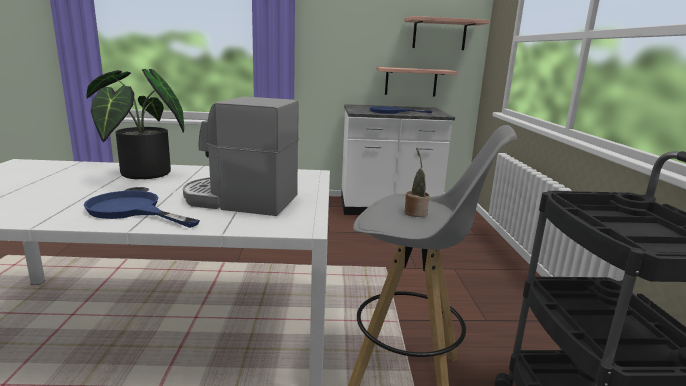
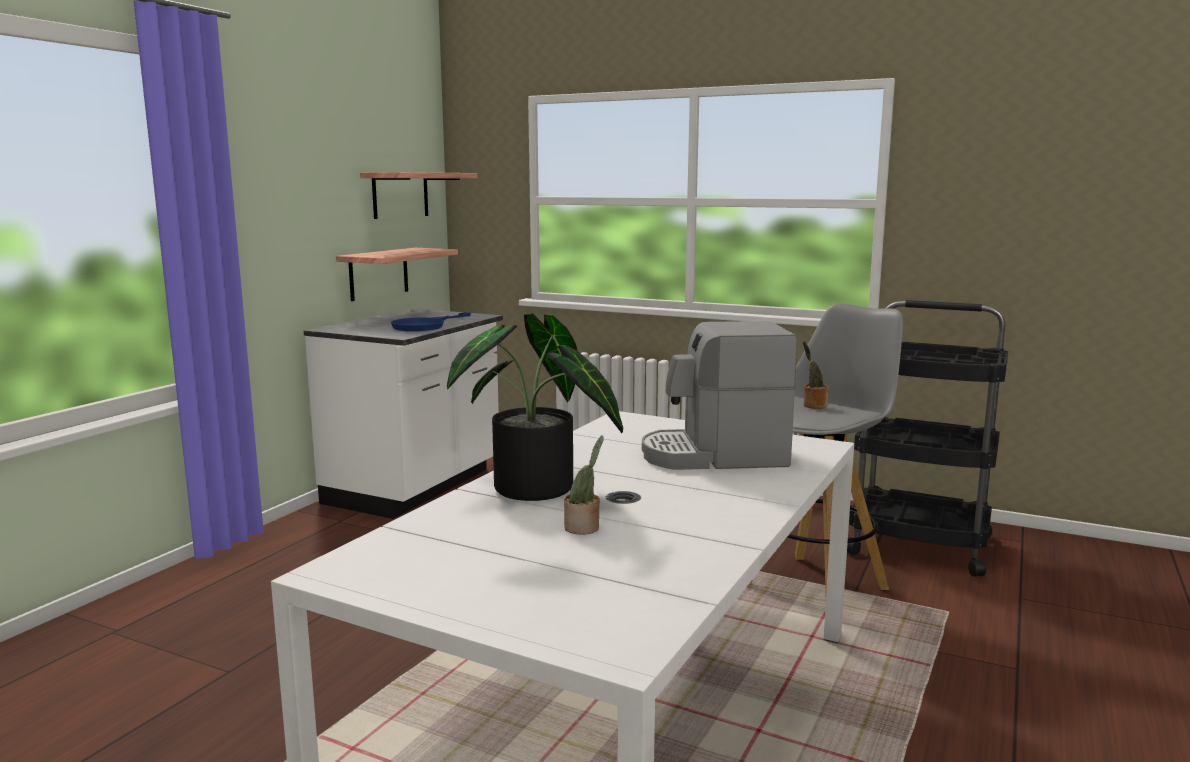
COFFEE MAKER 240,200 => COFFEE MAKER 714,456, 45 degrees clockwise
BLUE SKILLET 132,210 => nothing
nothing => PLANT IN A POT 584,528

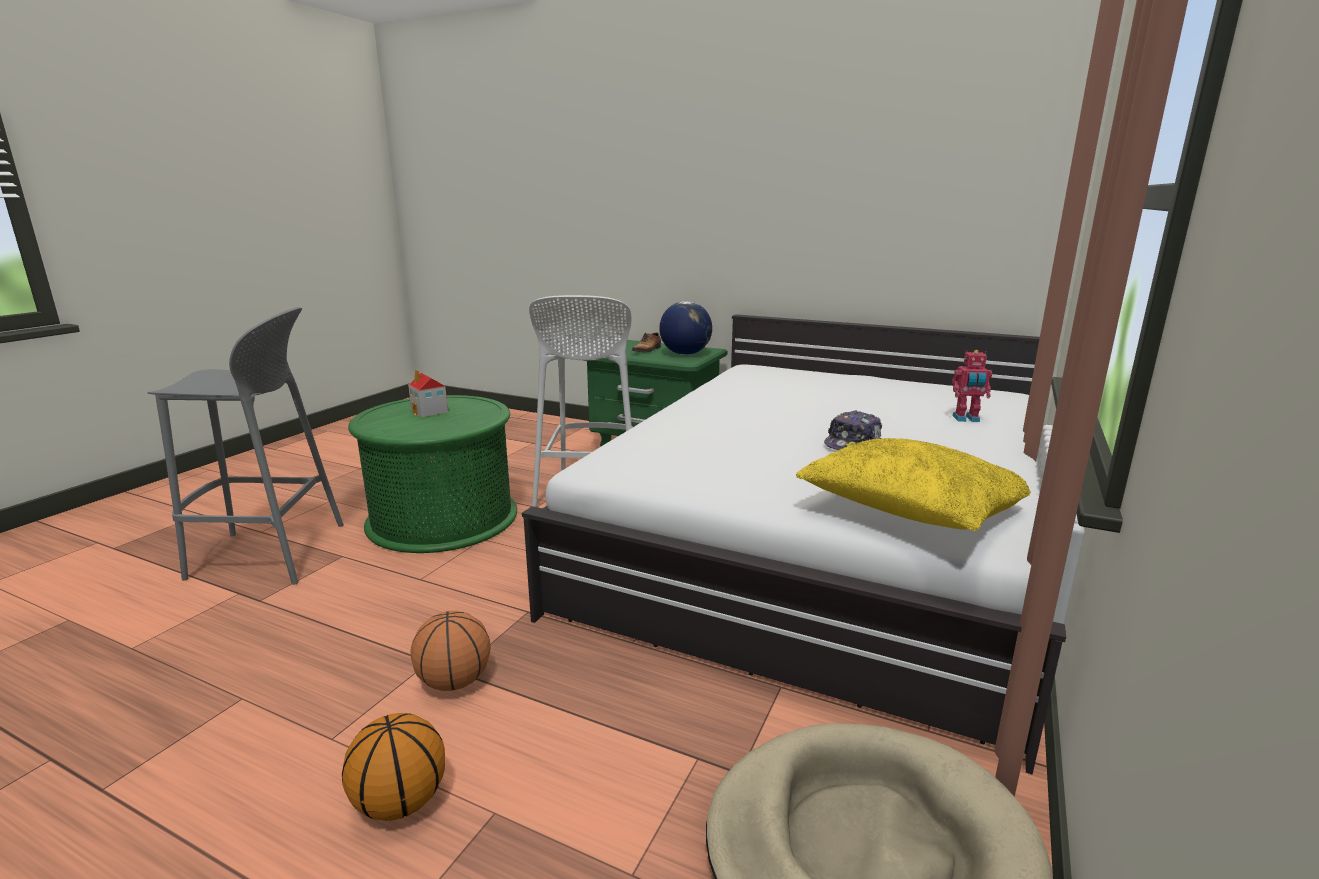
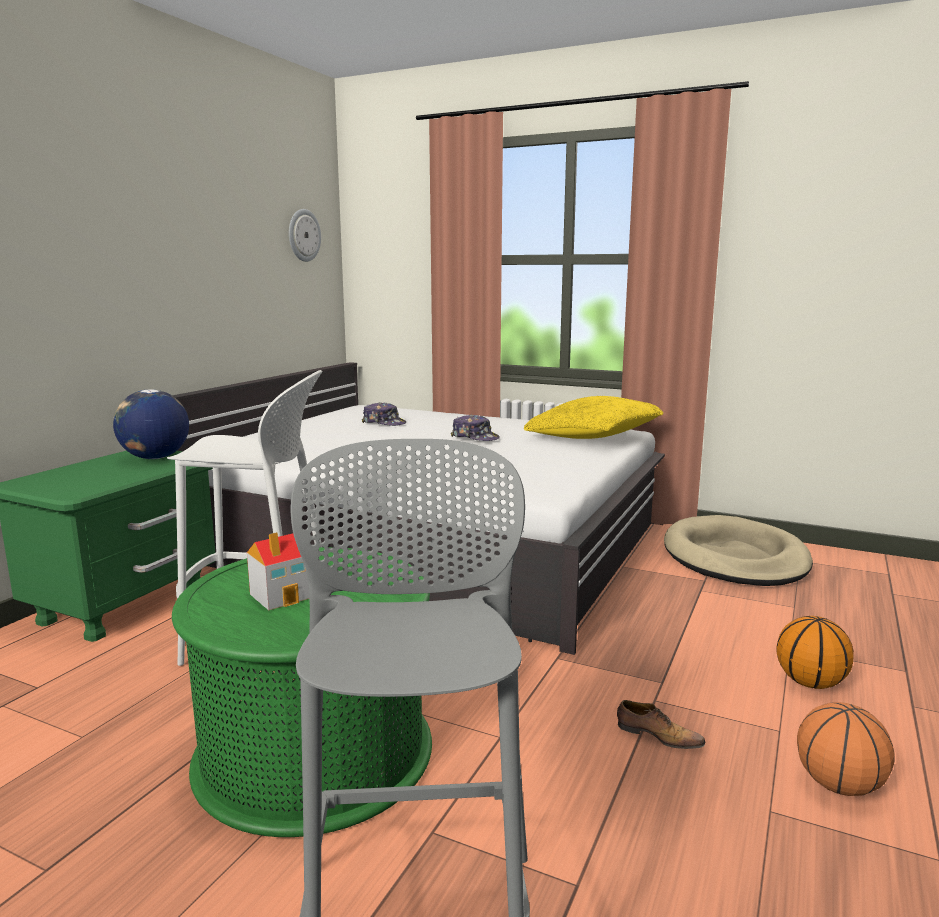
ITEM OF FOOTWEAR 647,350 => ITEM OF FOOTWEAR 657,736, move
MODEL ROBOT 966,419 => nothing
BASKETBALL BALL 454,682 => BASKETBALL BALL 838,785, move
nothing => CLOCK ON THE WALL 303,235
nothing => CAP 384,423

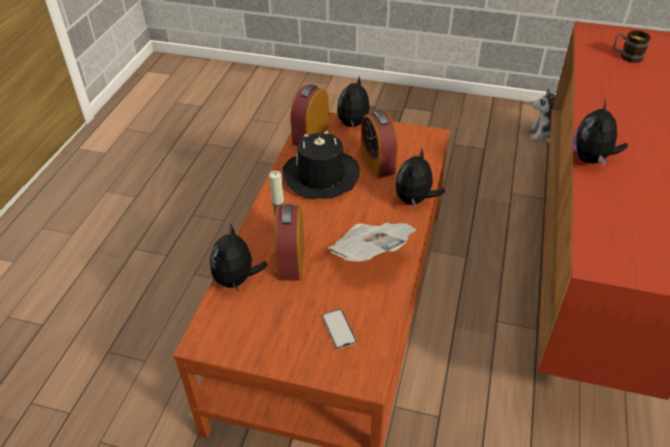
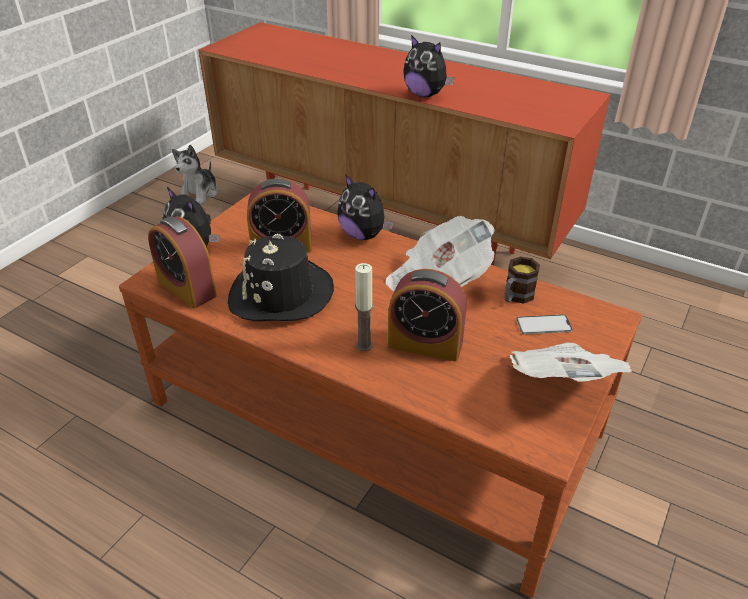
MUG 626,56 => MUG 516,297, move
SOFT TOY 237,280 => nothing
nothing => NEWSPAPER 562,383

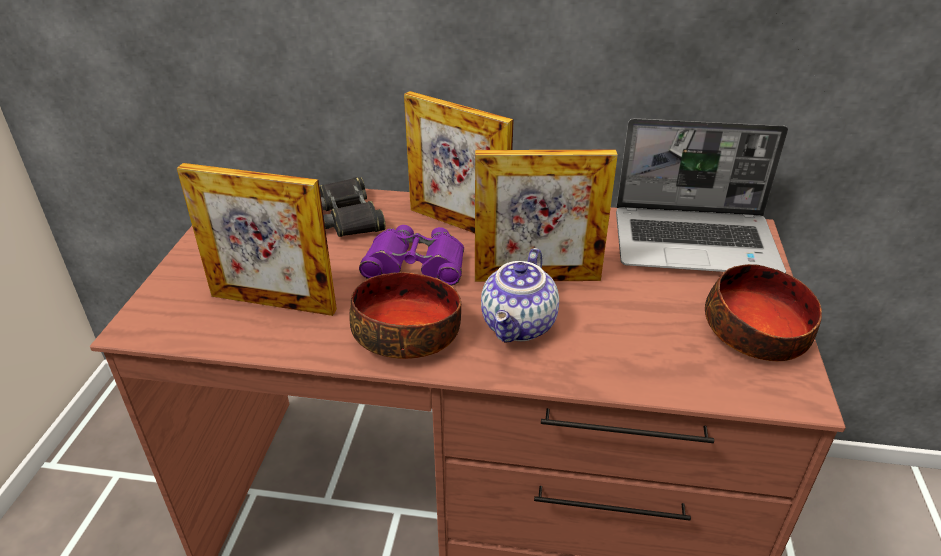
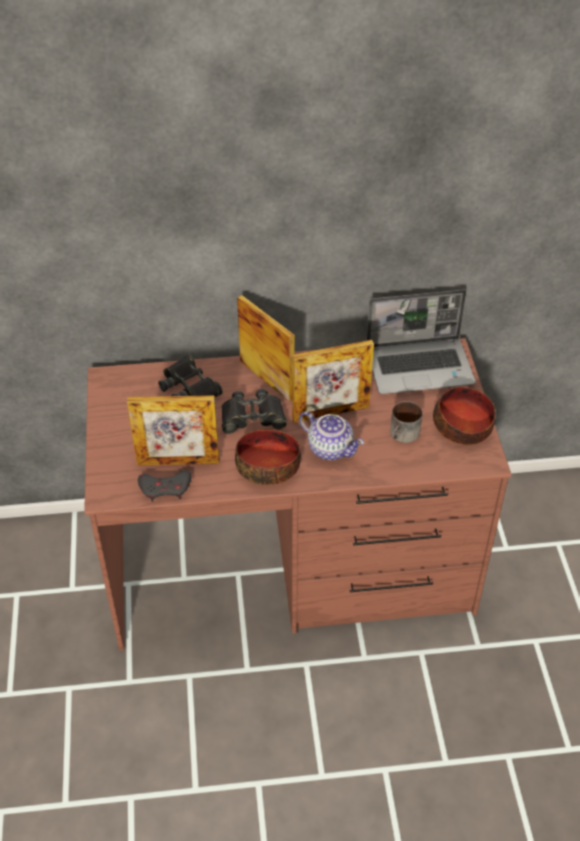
PHOTO FRAME 458,224 => PHOTO FRAME 266,379, 150 degrees counterclockwise
PURPLE BINOCULARS 415,264 => BLACKISH BINOCULARS 252,417
POT FOR TEA 520,326 => POT FOR TEA 331,448, 60 degrees counterclockwise
nothing => MUG 403,435
nothing => GREY JOYPAD 165,488

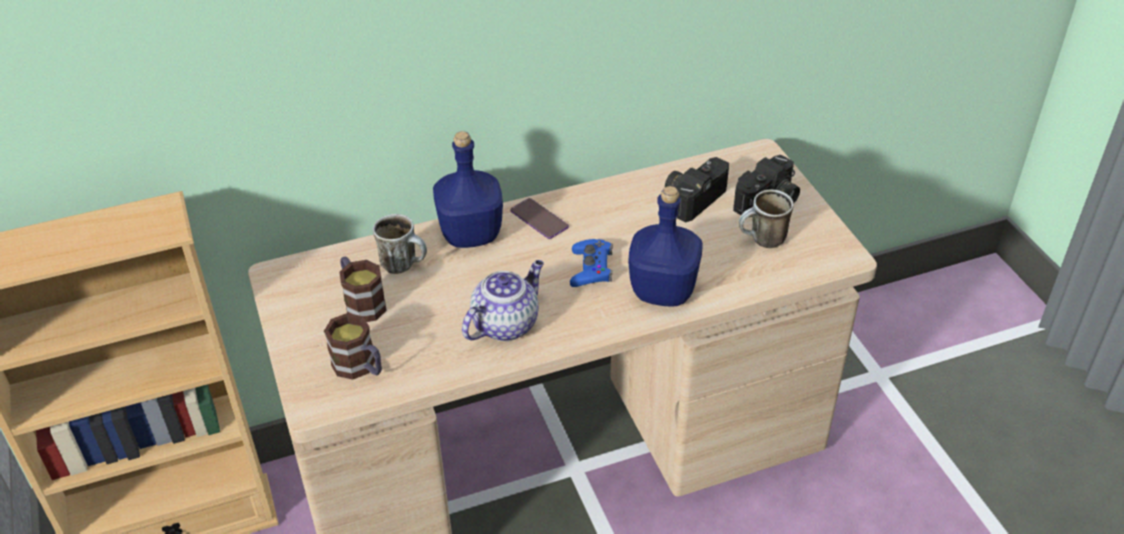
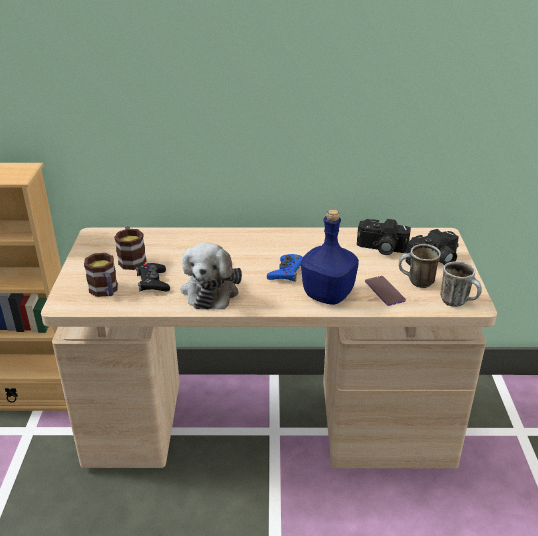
BLUE DRINK BOTTLE 470,233 => nothing
PHOTO CAMERA 693,197 => PHOTO CAMERA 381,249, 135 degrees counterclockwise
PHONE 539,219 => PHONE 384,291, move
MUG 404,265 => MUG 458,302, move
POT FOR TEA 506,323 => SOFT TOY 211,289
nothing => BLACKISH JOYPAD 153,282

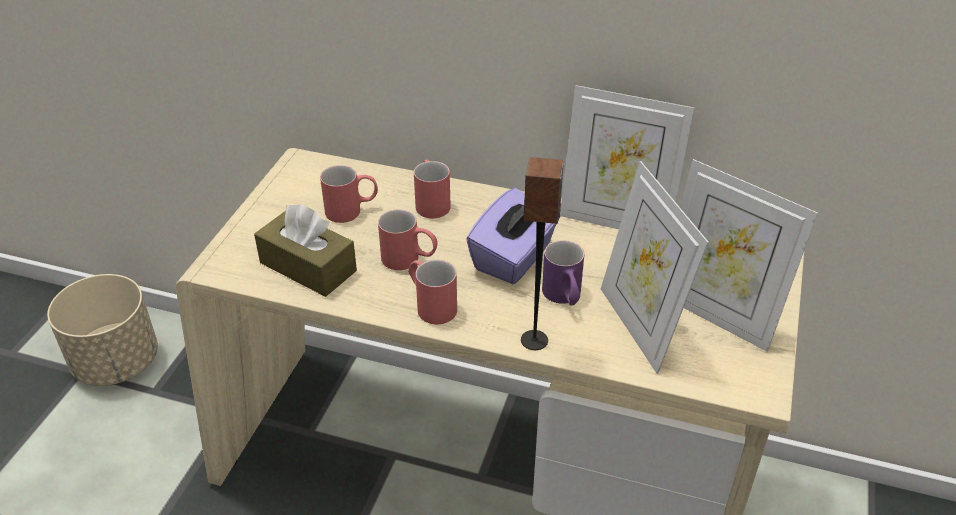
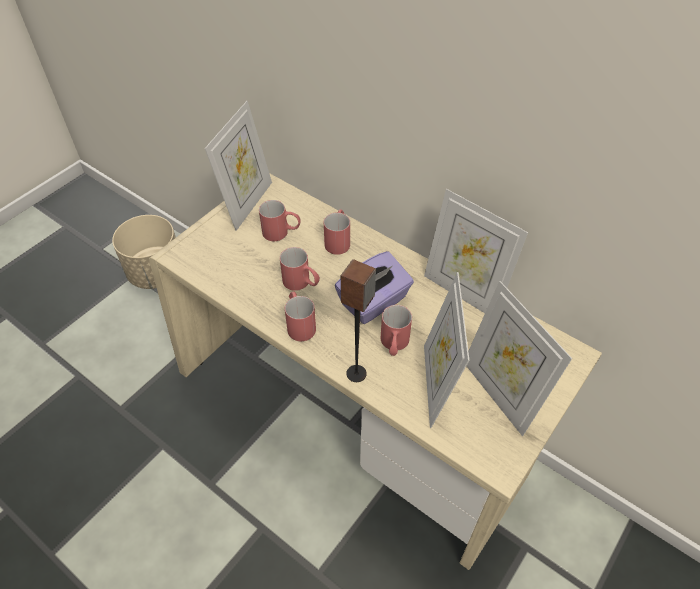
BROWN TISSUE HOLDER 308,267 => nothing
PURPLE MUG 564,297 => REDDISH MUG 394,345
nothing => PHOTO FRAME 247,203

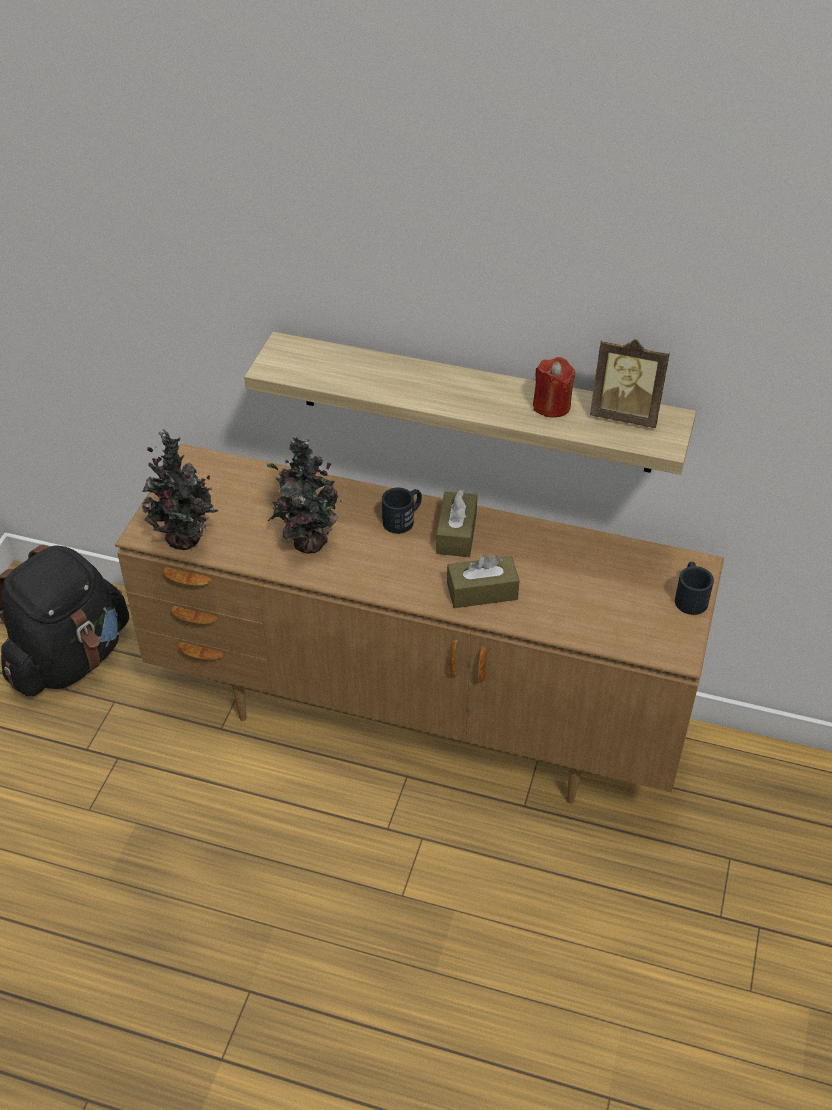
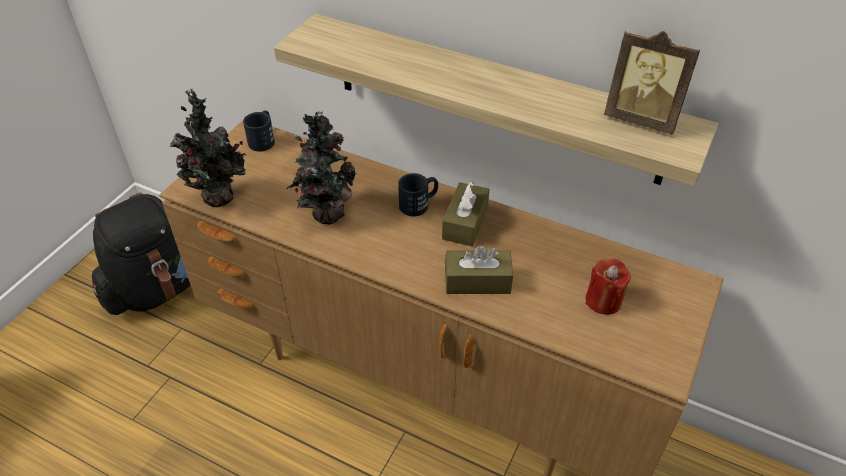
REDDISH WAX LIGHT 551,406 => REDDISH WAX LIGHT 603,300, move
BLACKISH MUG 690,596 => BLACKISH MUG 263,139, move

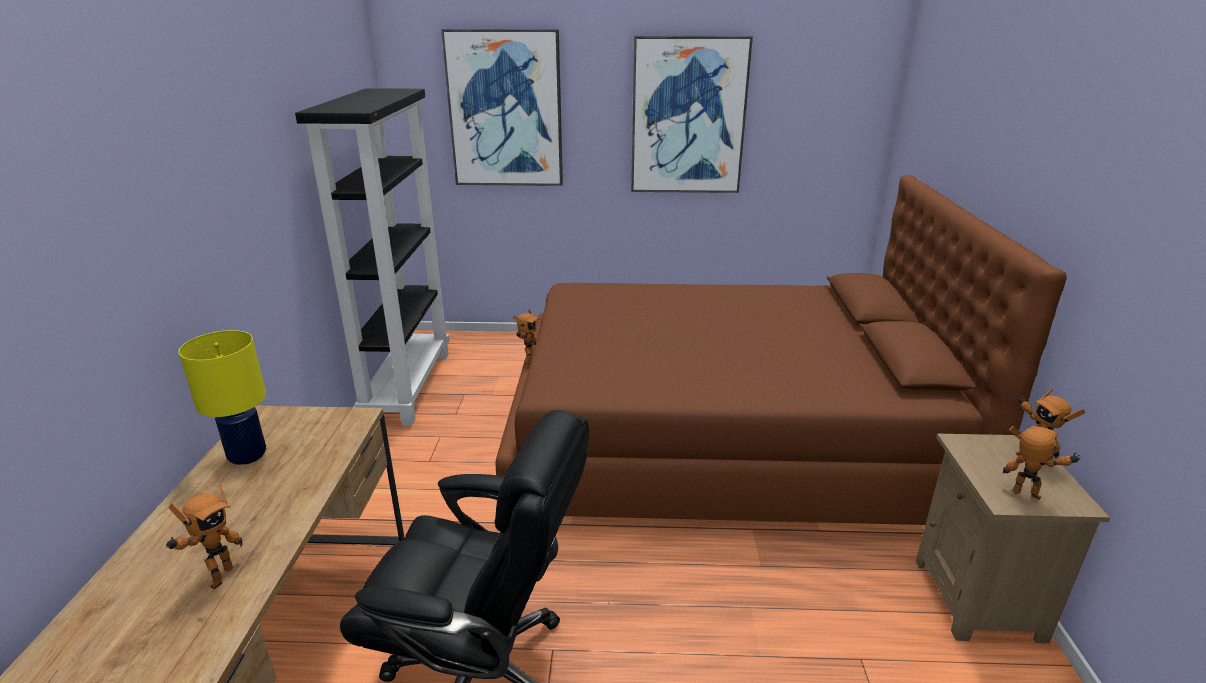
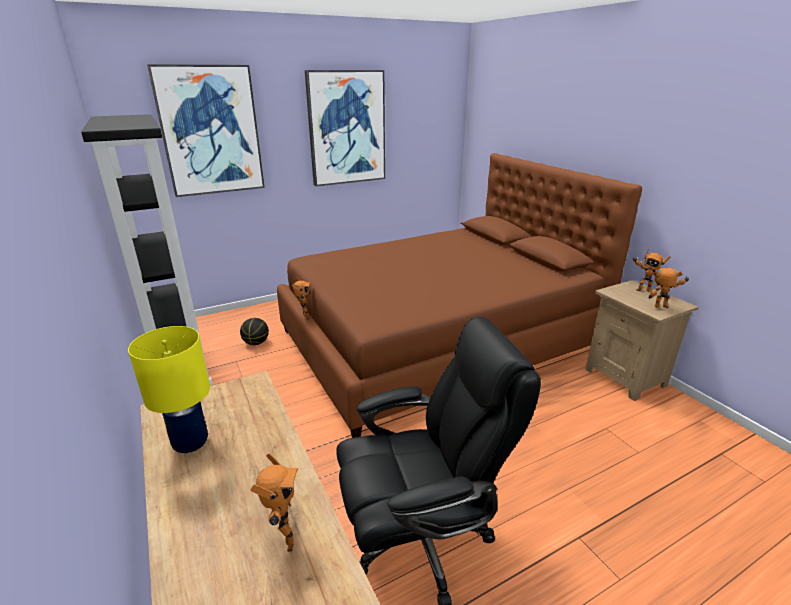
nothing => BASKETBALL BALL 256,343

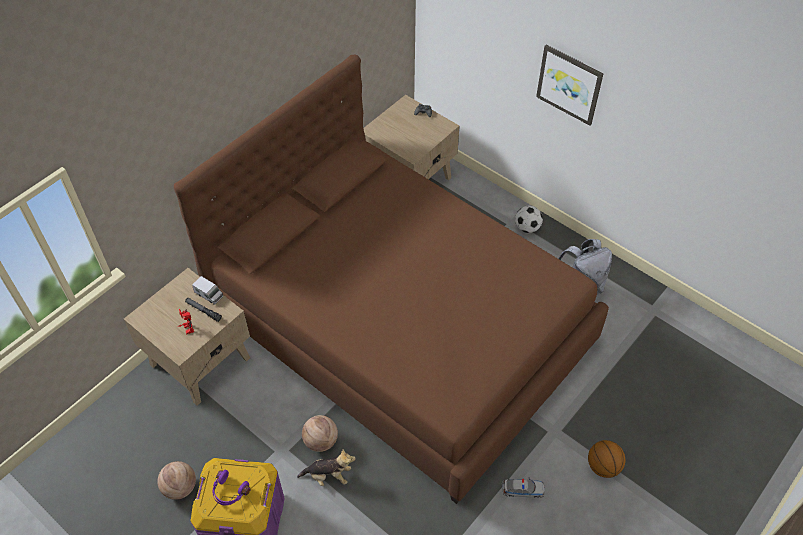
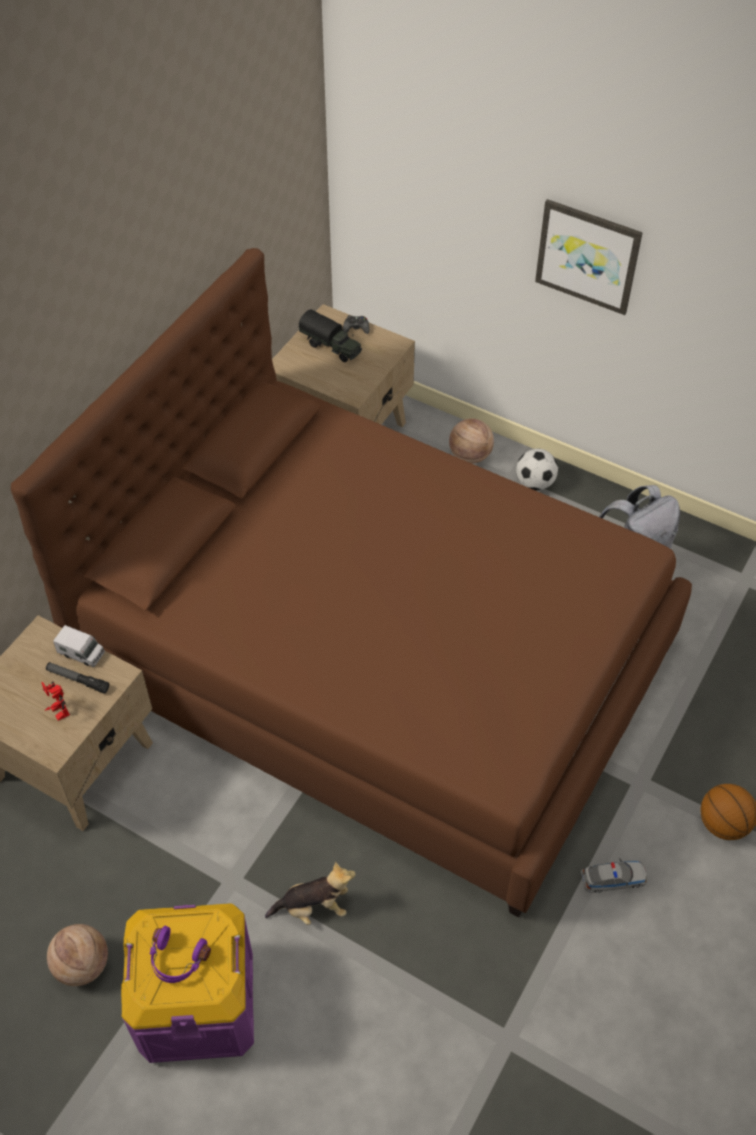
BASKETBALL BALL 321,441 => BASKETBALL BALL 470,456, move
nothing => TOY TRUCK 331,347

